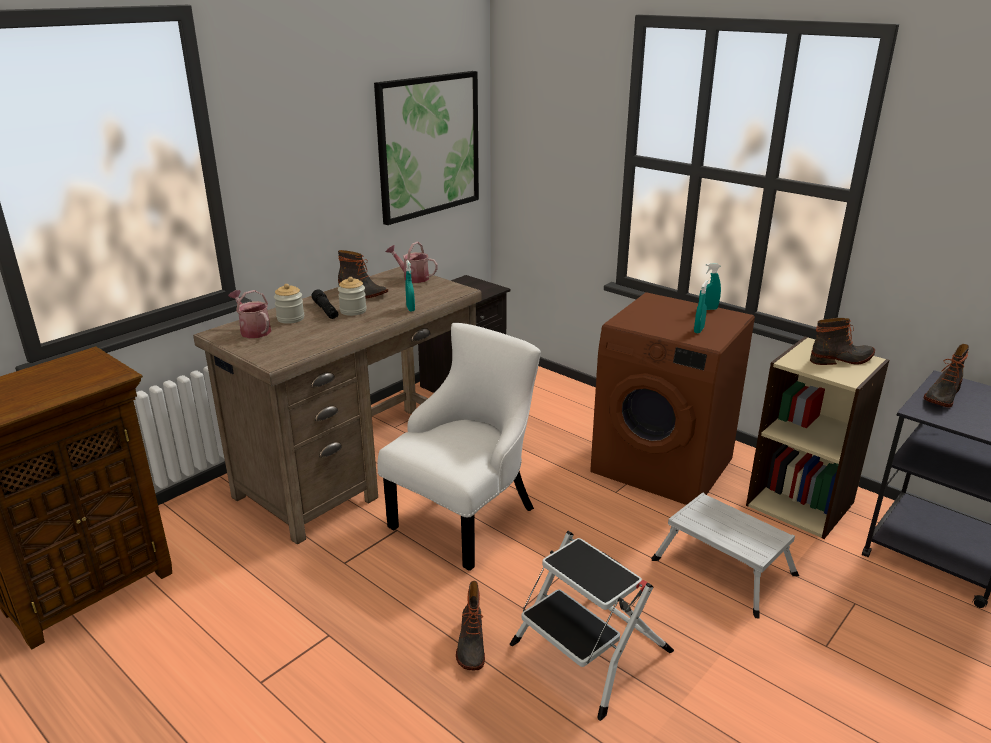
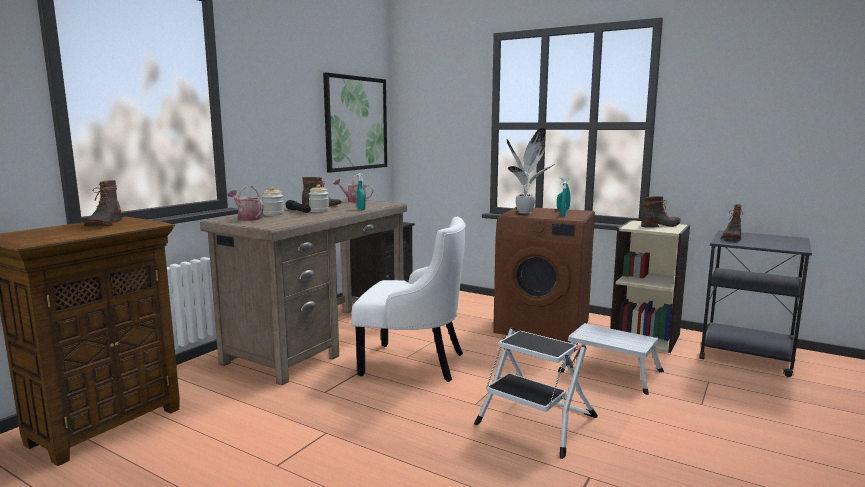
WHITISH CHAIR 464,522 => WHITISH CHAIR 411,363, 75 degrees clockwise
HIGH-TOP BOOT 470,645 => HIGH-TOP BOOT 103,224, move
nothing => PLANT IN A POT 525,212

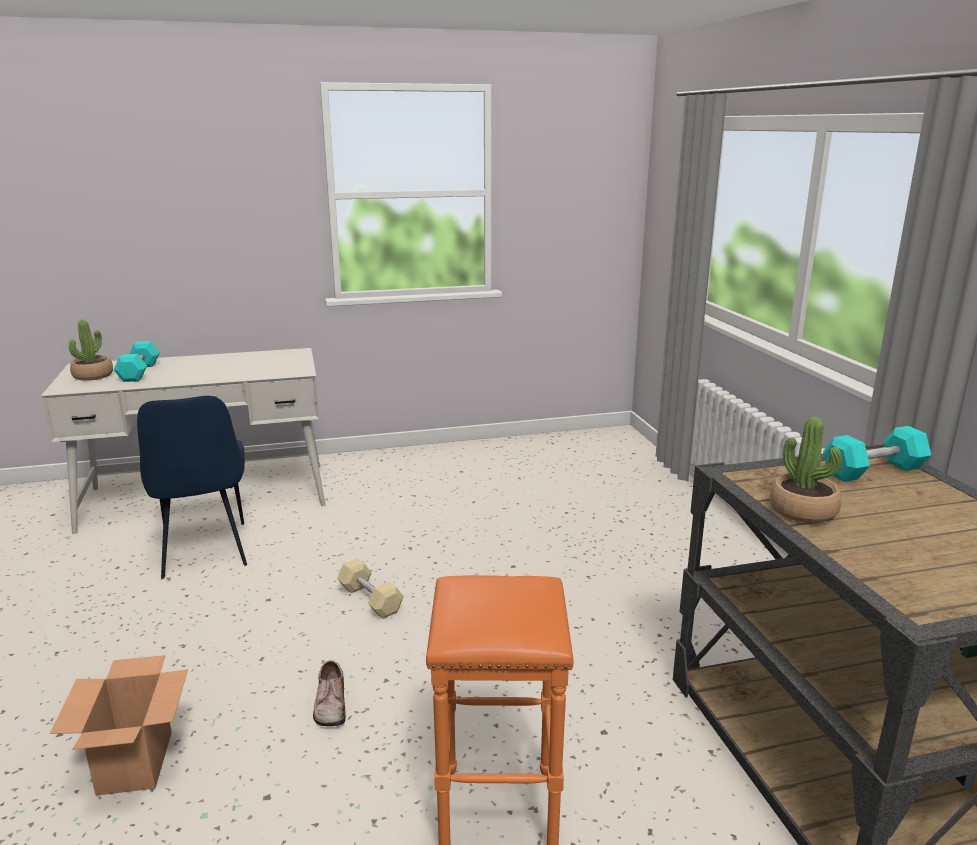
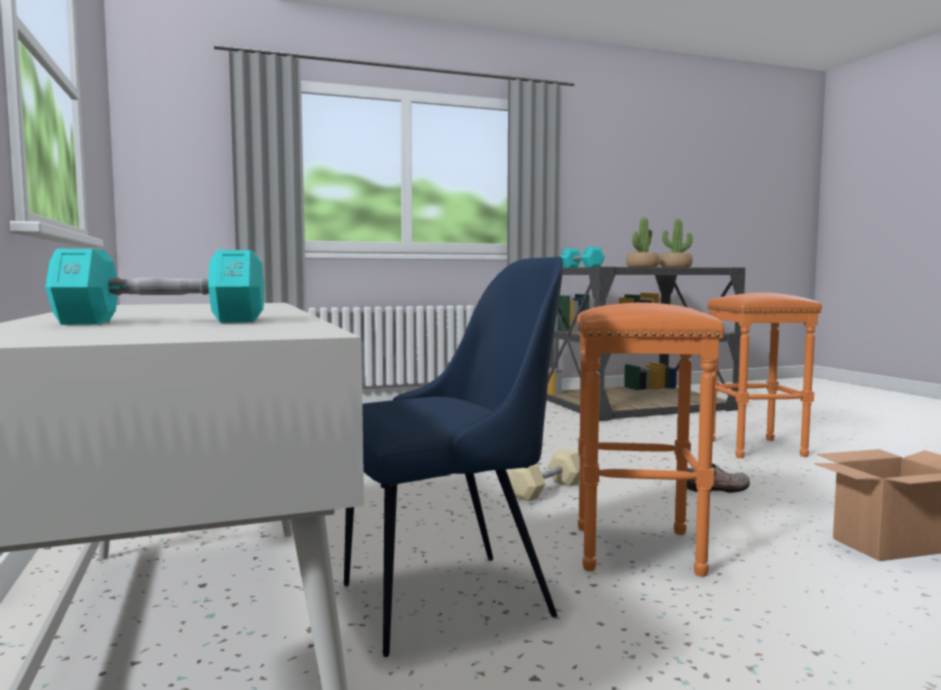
PLANT IN A POT 93,376 => PLANT IN A POT 675,267, move
nothing => ORANGEY SITTING STOOL 635,550

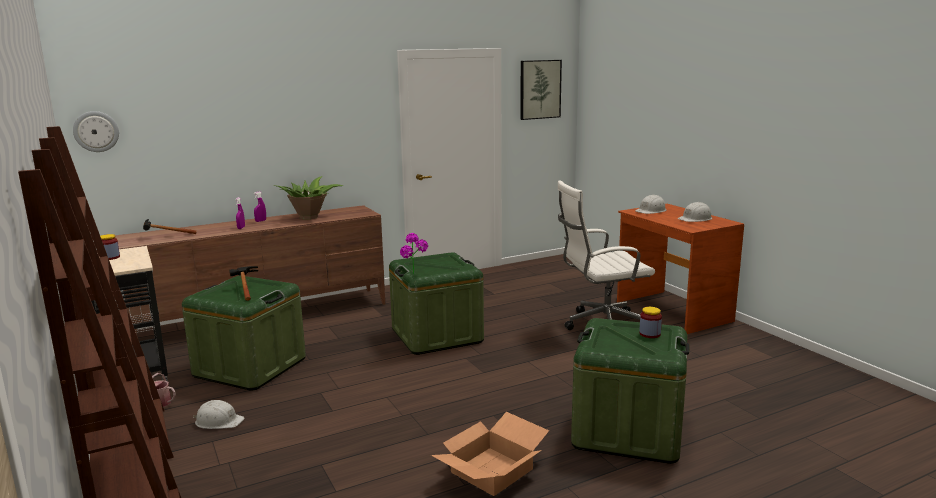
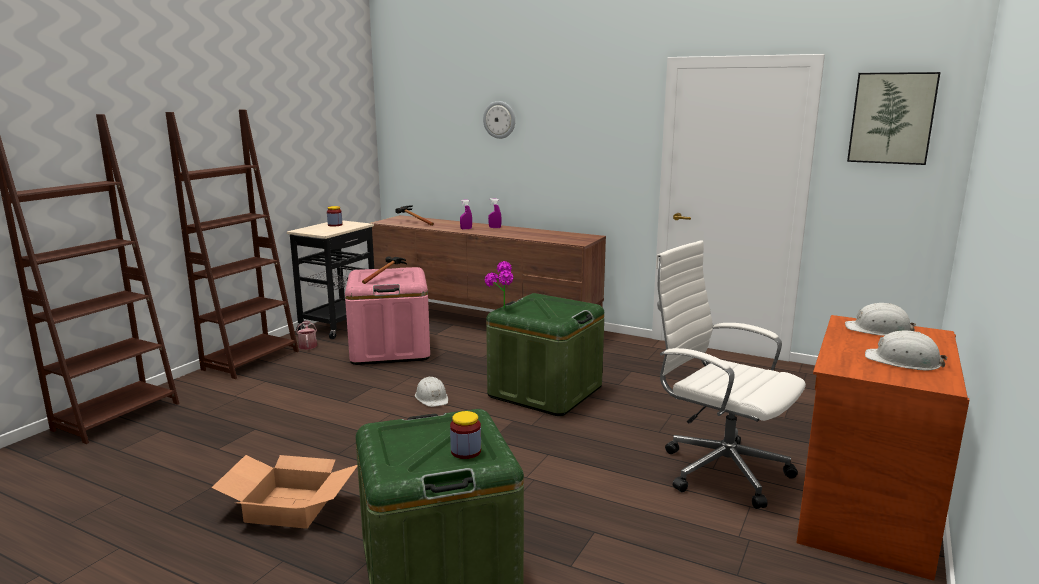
CLOCK ON THE WALL 96,131 => CLOCK ON THE WALL 499,119, move
PLANT IN A POT 310,217 => nothing
GREENISH STORAGE CONTAINER 250,367 => PINK STORAGE CONTAINER 390,349
WHITISH WORK HELMET 218,421 => WHITISH WORK HELMET 432,398, move

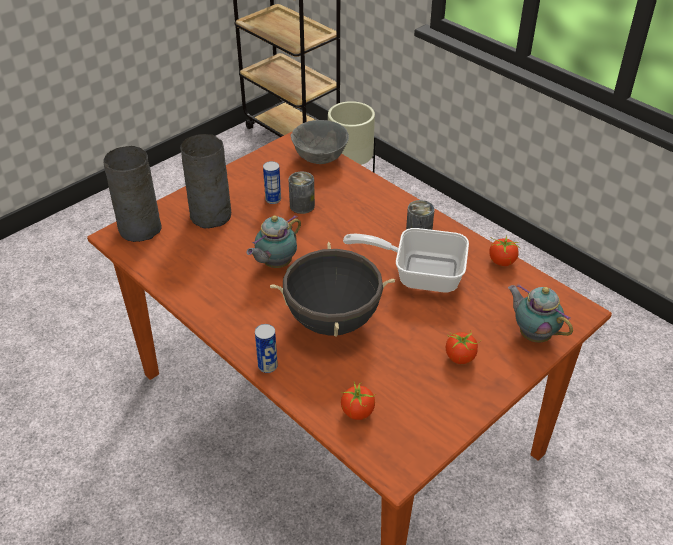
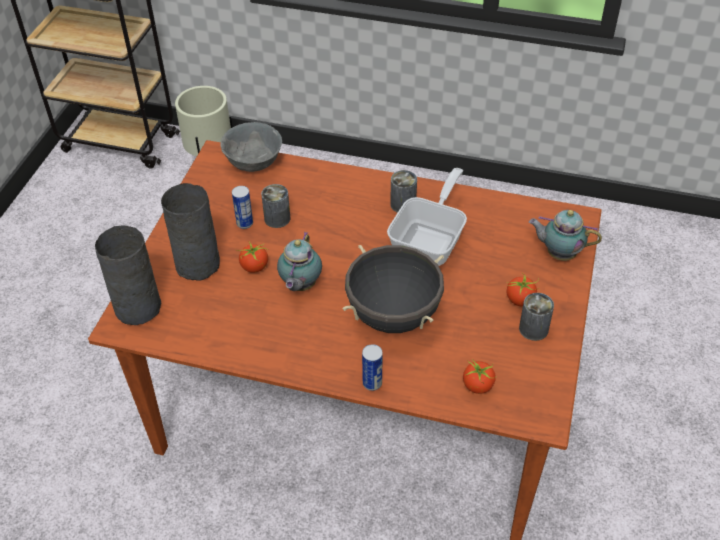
SKILLET 419,273 => SKILLET 431,240, 135 degrees clockwise
FRESH TOMATO 501,261 => FRESH TOMATO 254,267, move
nothing => SEALED CAN 533,329

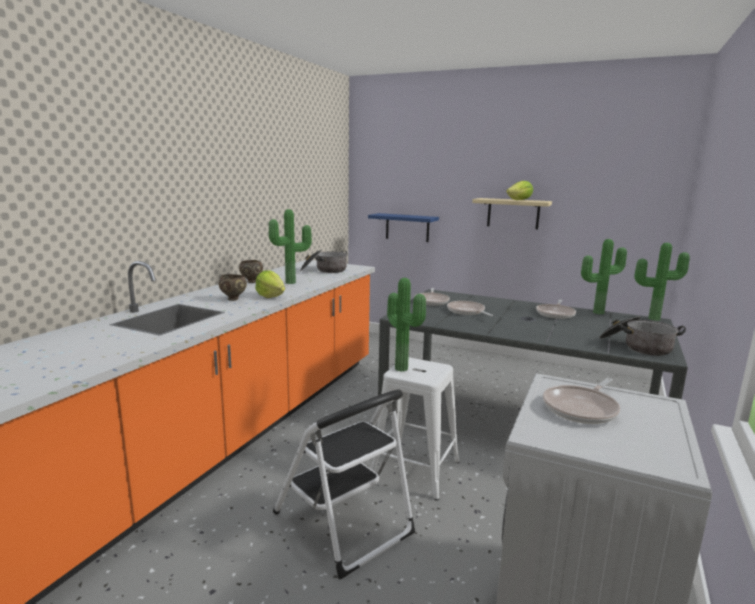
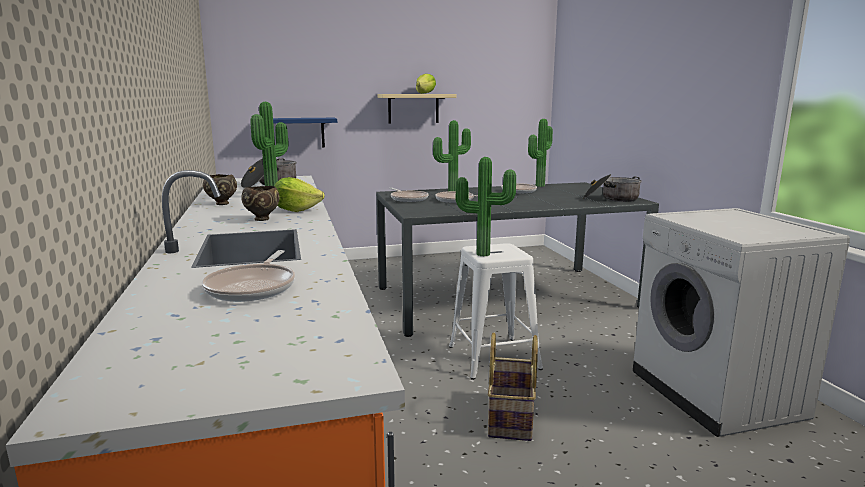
PLANT IN A POT 653,318 => PLANT IN A POT 451,191, move
SKILLET 582,408 => SKILLET 253,287, move
STEPLADDER 344,525 => BASKET 511,417

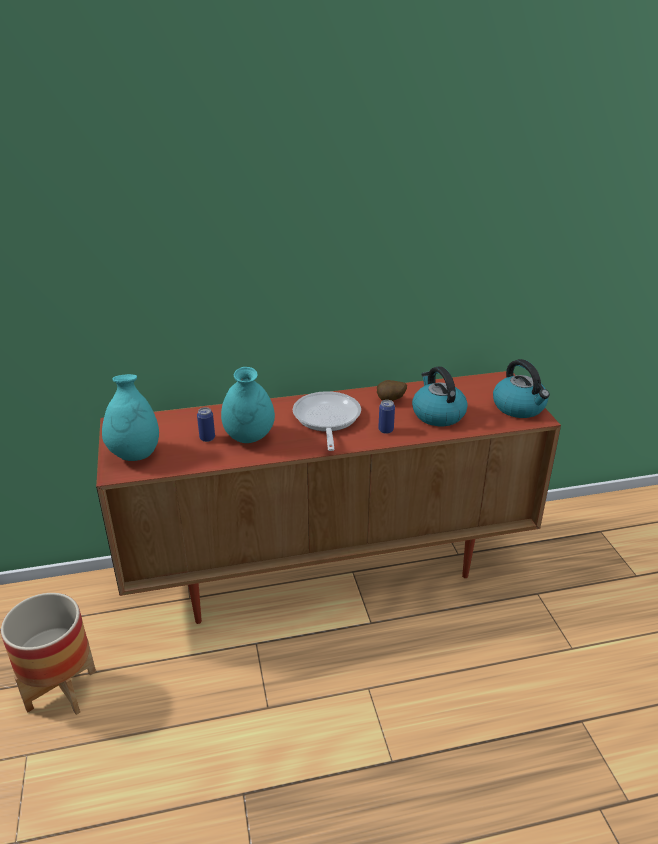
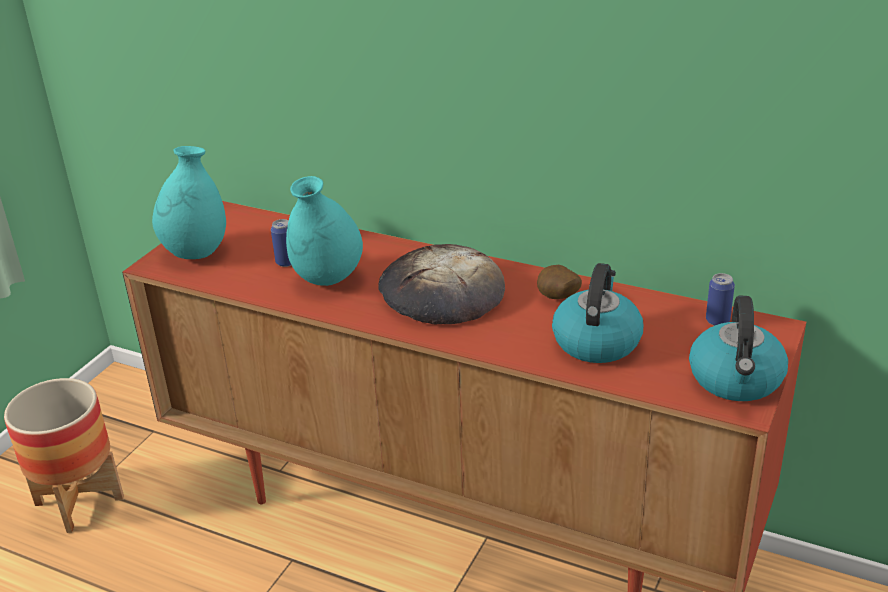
SKILLET 326,420 => BAKED BREAD 442,292
SEALED CAN 386,430 => SEALED CAN 717,321, move

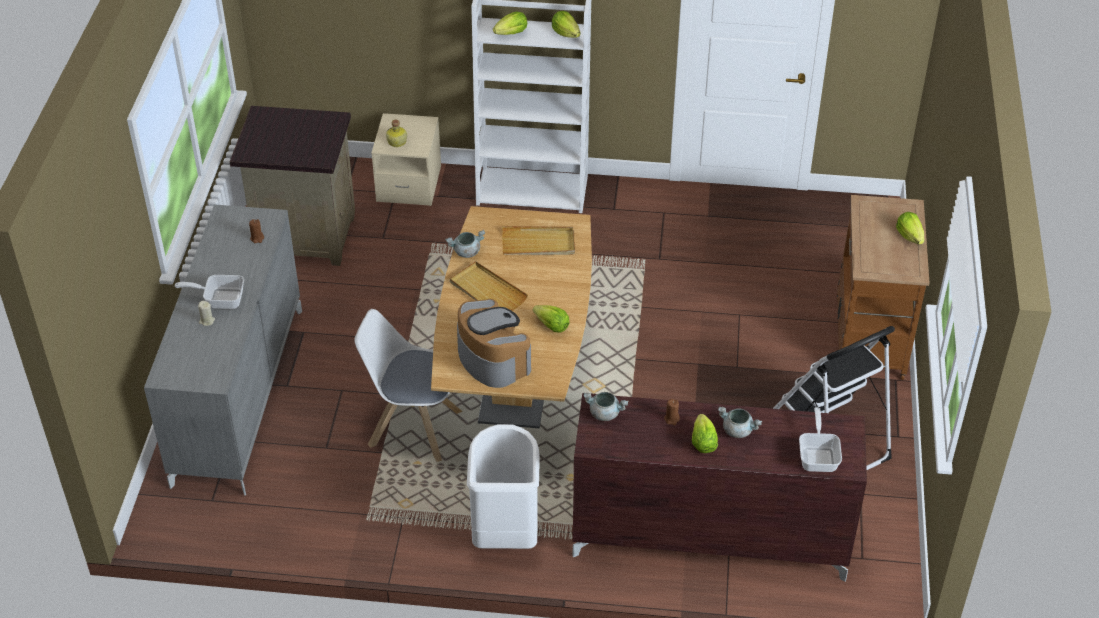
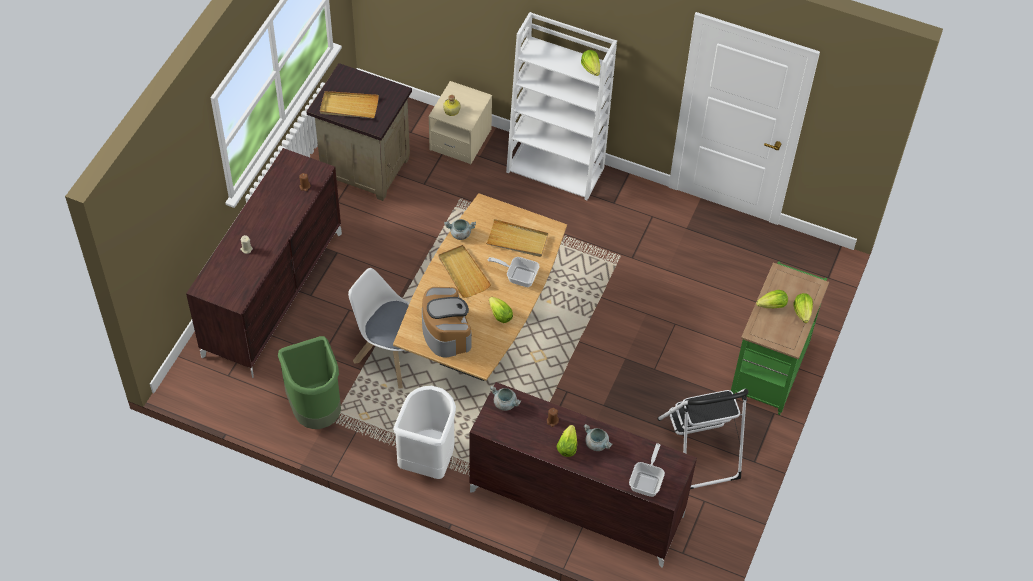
HEAD OF LETTUCE 512,33 => HEAD OF LETTUCE 772,305, move
BROWN WHEELED CART 869,335 => GREENISH WHEELED CART 770,369
GREY CHEST OF DRAWERS 238,395 => BROWN CHEST OF DRAWERS 273,294
SKILLET 220,299 => SKILLET 518,276, move
nothing => SAND-COLOURED TRAY 349,106
nothing => GREENISH TRASH CAN 316,411

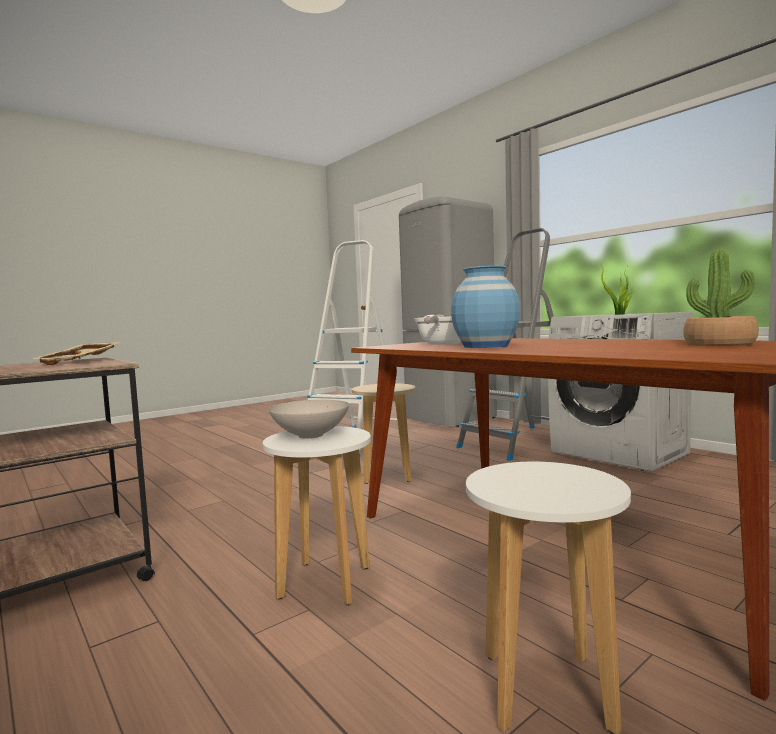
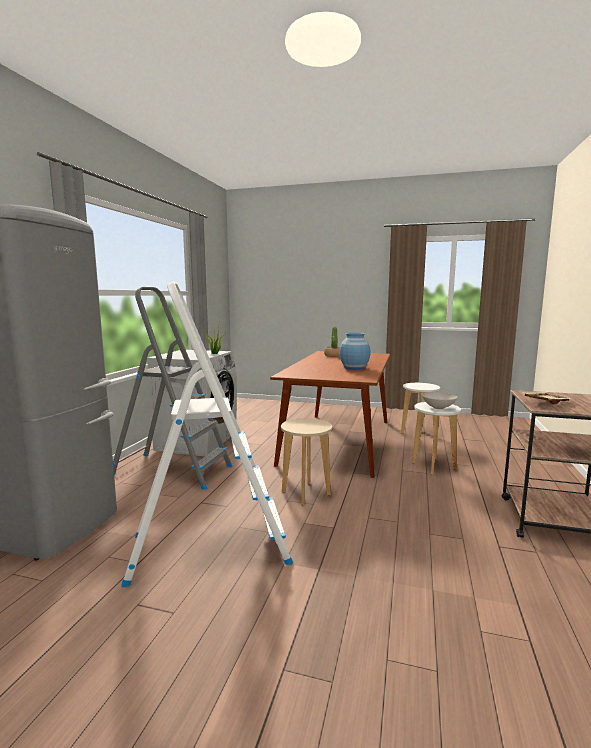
SKILLET 442,344 => nothing

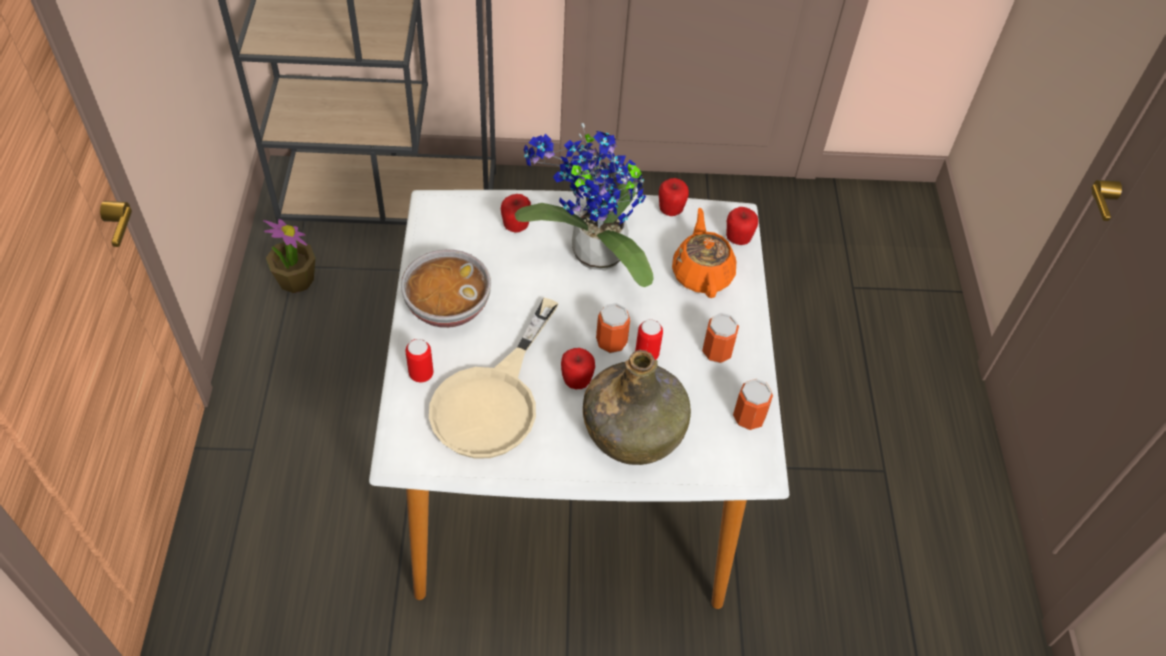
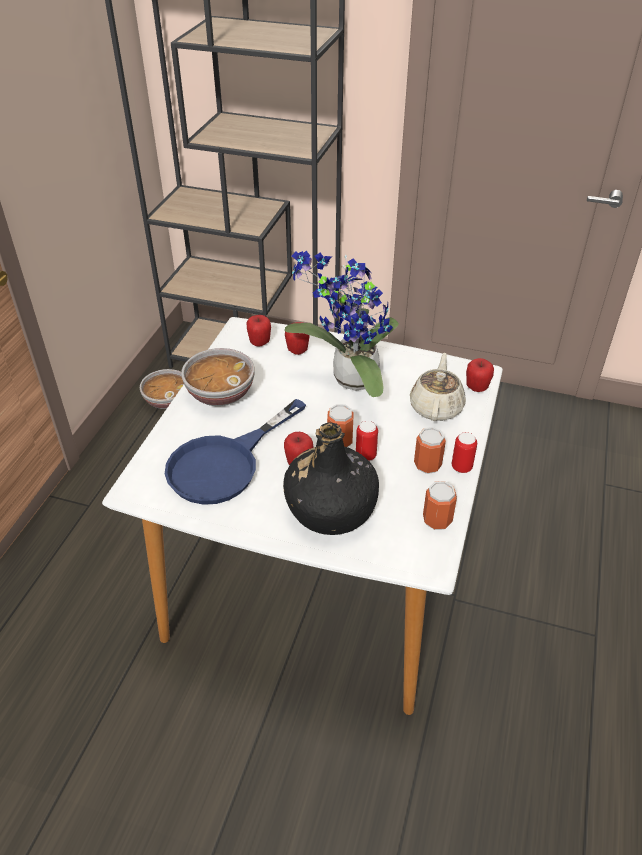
APPLE FRUIT 671,210 => APPLE FRUIT 259,343, move
ORANGEY POT FOR TEA 702,273 => SAND-COLOURED POT FOR TEA 436,407
PLANT IN A POT 296,279 => SERVING BOWL 167,400
SAND-COLOURED SKILLET 493,400 => BLUE SKILLET 225,464
SEALED CAN 421,374 => SEALED CAN 461,467, move
GREENISH DRINK BOTTLE 633,430 => BLACKISH DRINK BOTTLE 331,509

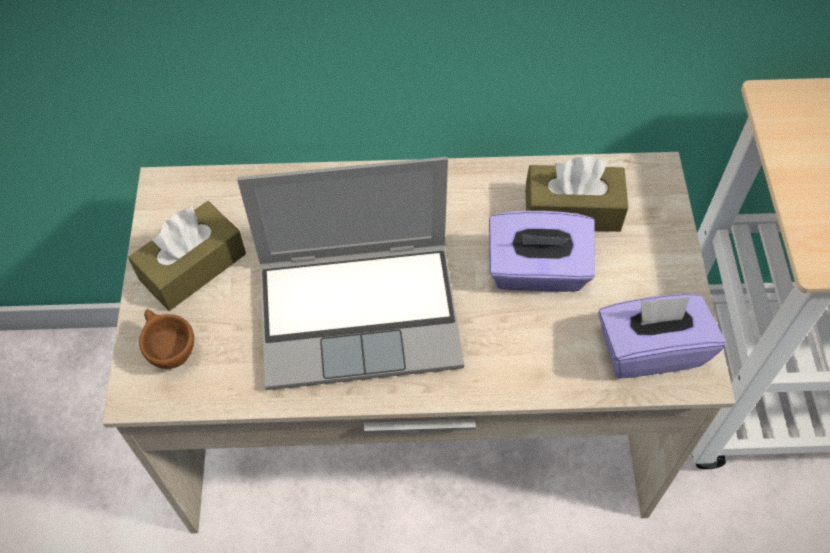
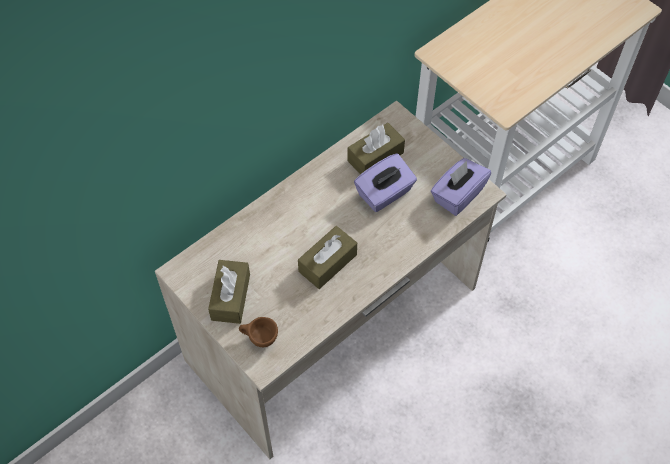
NOTEBOOK COMPUTER 362,313 => BROWN TISSUE HOLDER 327,263

